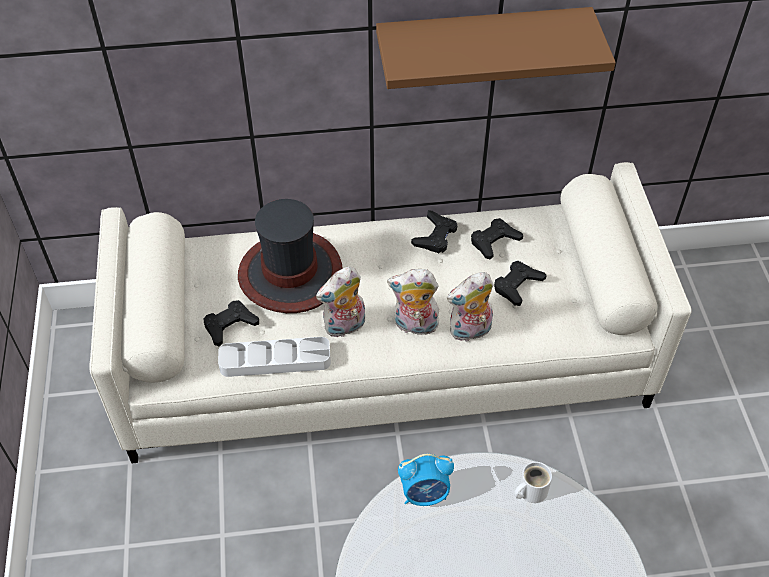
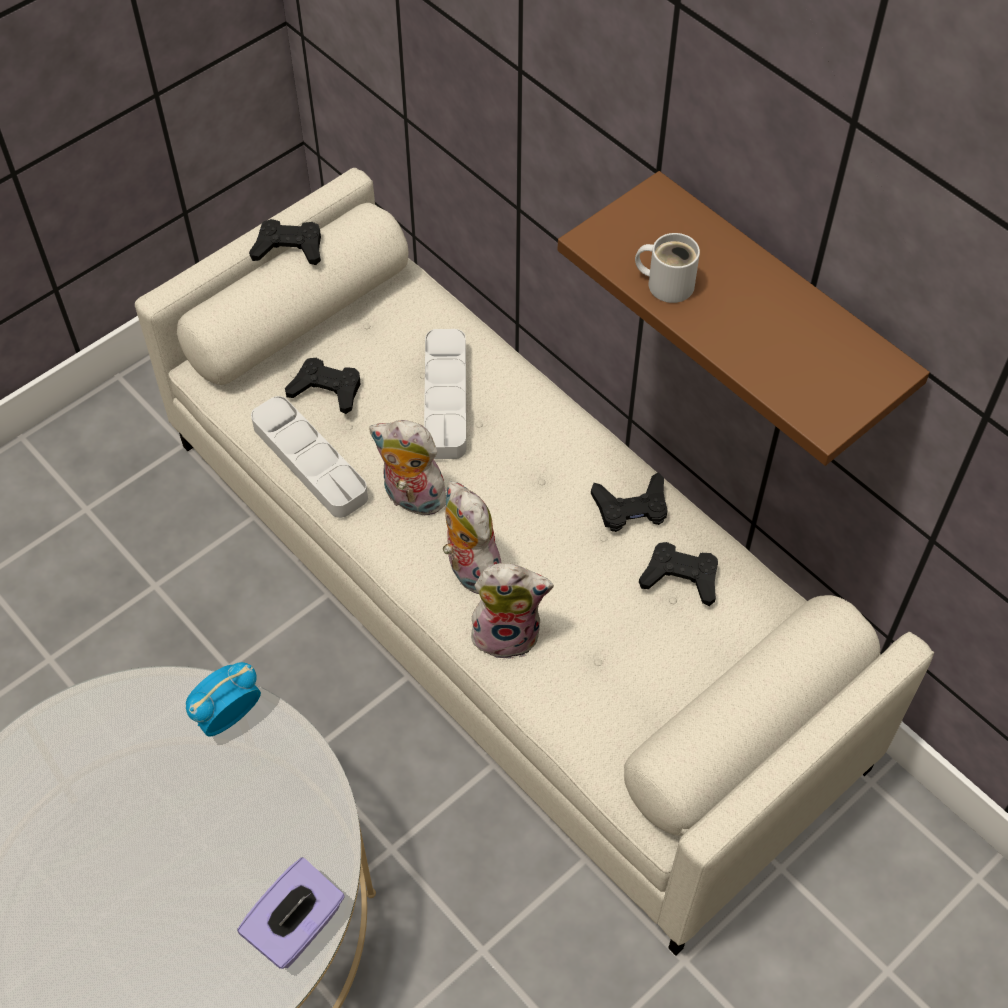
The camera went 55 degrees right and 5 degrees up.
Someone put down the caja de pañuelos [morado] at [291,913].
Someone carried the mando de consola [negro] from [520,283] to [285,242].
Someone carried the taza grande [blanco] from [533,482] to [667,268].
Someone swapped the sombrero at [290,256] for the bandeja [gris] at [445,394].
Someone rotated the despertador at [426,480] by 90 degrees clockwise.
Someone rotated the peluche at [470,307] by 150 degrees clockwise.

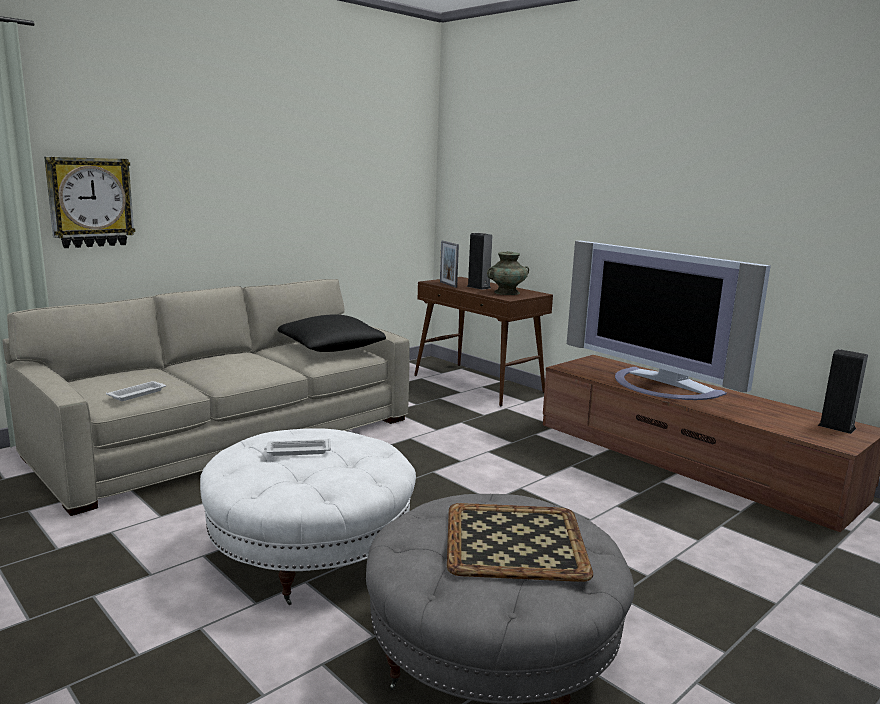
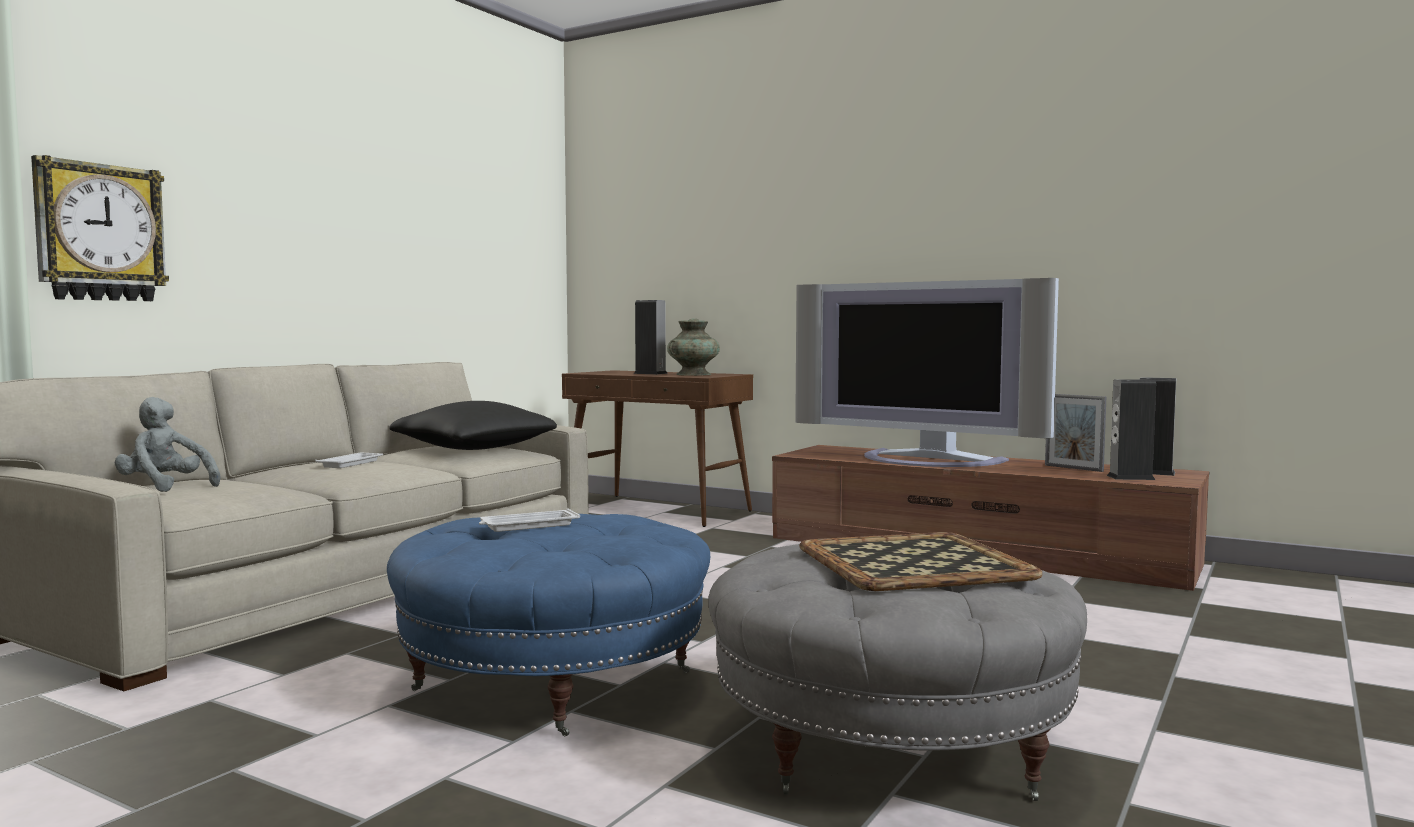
The camera went 15 degrees left and 10 degrees down.
Someone put down the peluche [gris] at [168,444].
Someone put down the altavoz at [1131,429].
Someone carried the bandeja [blanco] from [136,391] to [349,460].
Someone carried the portarretratos from [449,264] to [1075,433].
Someone repainted the puf [blanco] at [308,516], which became the puf [azul] at [548,625].

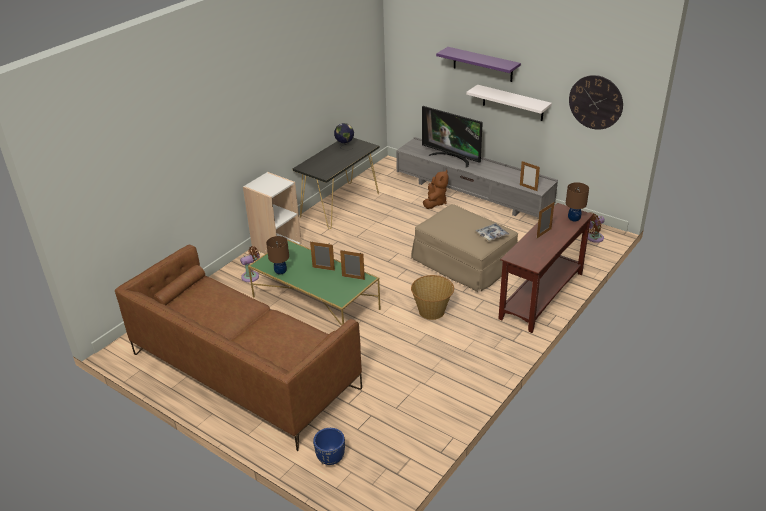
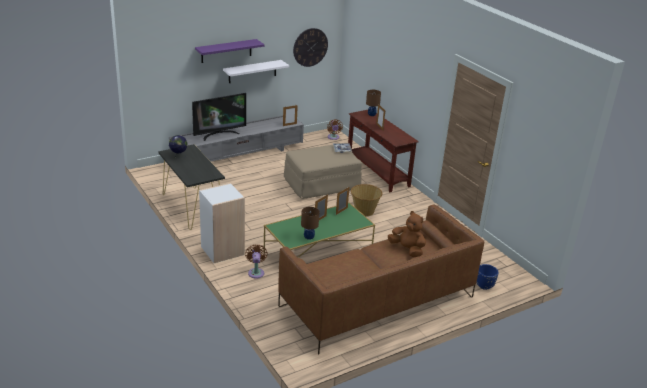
The camera went 70 degrees left and 5 degrees down.
Someone carried the peluche [marrón] from [435,189] to [407,234].

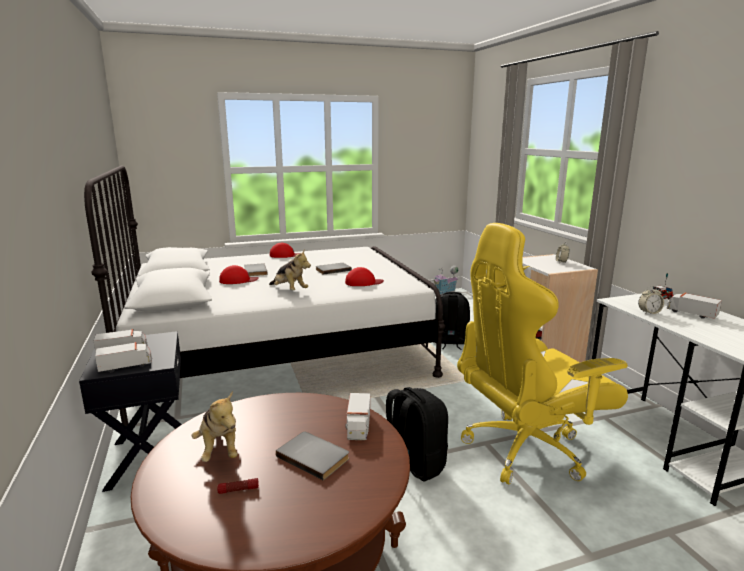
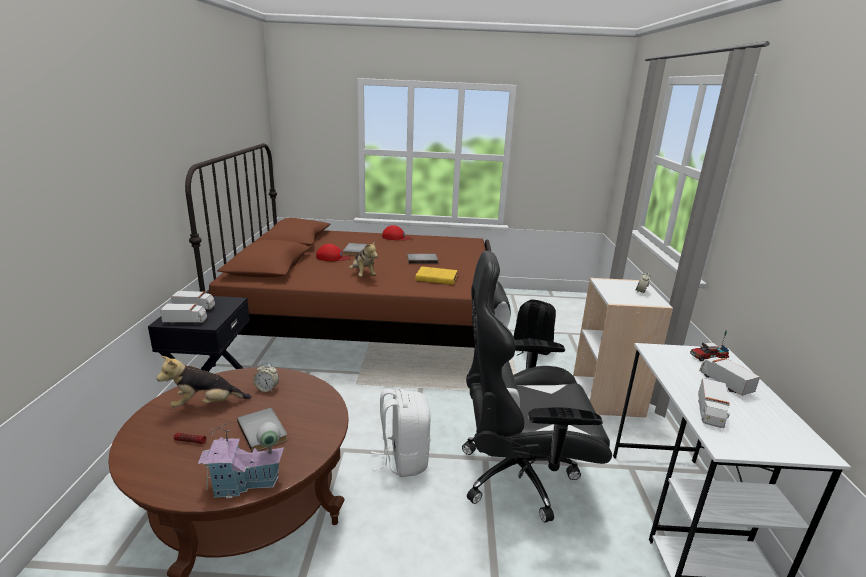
The camera went 20 degrees right and 5 degrees up.
Someone carried the camión de juguete from [357,416] to [714,403].
Someone carried the casita from [445,280] to [241,460].
Someone carried the despertador from [651,300] to [266,378].
Someone swapped the gorra [rojo] at [364,276] for the libro [amarillo] at [436,275].
Someone repainted the cama [blanco] at [264,295], which became the cama [marrón] at [341,255].
Someone repainted the mochila [negro] at [417,434], which became the mochila [blanco] at [401,432].
Someone repainted the silla de oficina [amarillo] at [542,353], which became the silla de oficina [negro] at [537,386].
Someone rotated the peluche at [215,426] by 75 degrees clockwise.

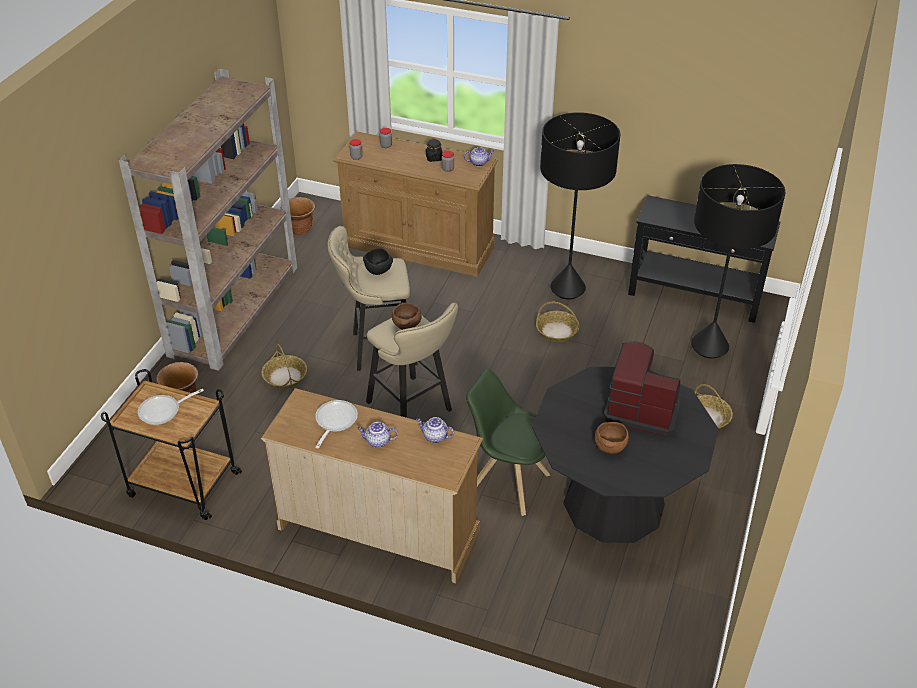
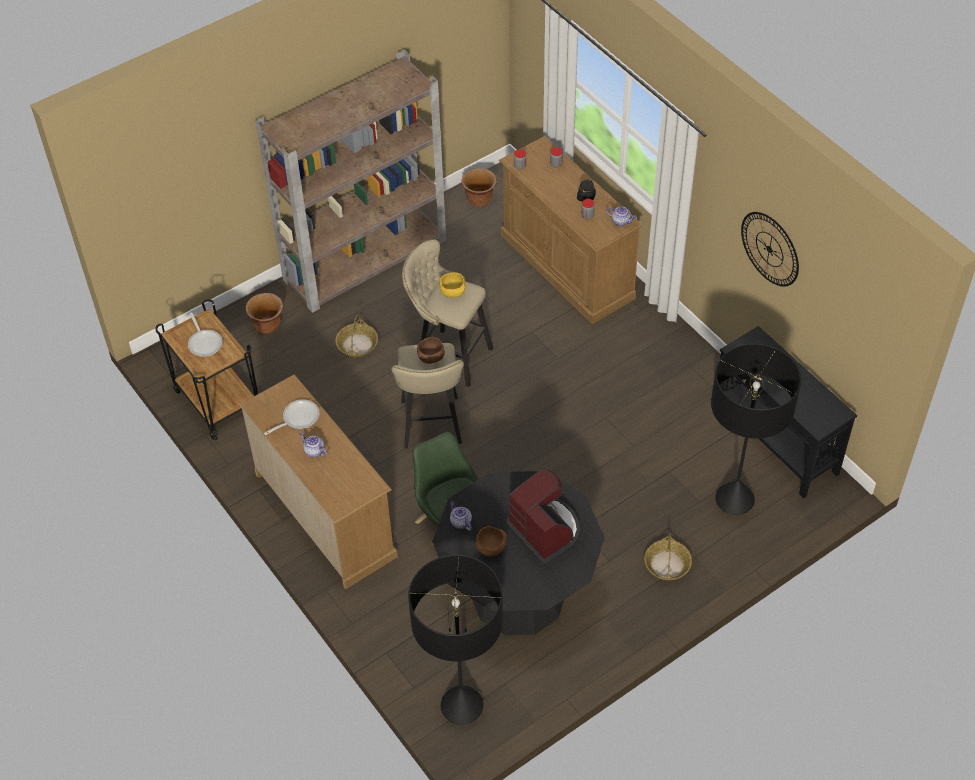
The camera went 35 degrees right and 10 degrees up.
Someone took away the cesta at [558,322].
Someone put up the reloj de pared at [770,249].
Someone carried the tetera from [435,430] to [461,516].
Someone carried the lámpara de pie [negro] from [580,206] to [455,640].
Someone repainted the cuenco [negro] at [378,261], which became the cuenco [amarillo] at [452,285].
Someone rotated the sartén at [171,407] by 120 degrees counterclockwise.

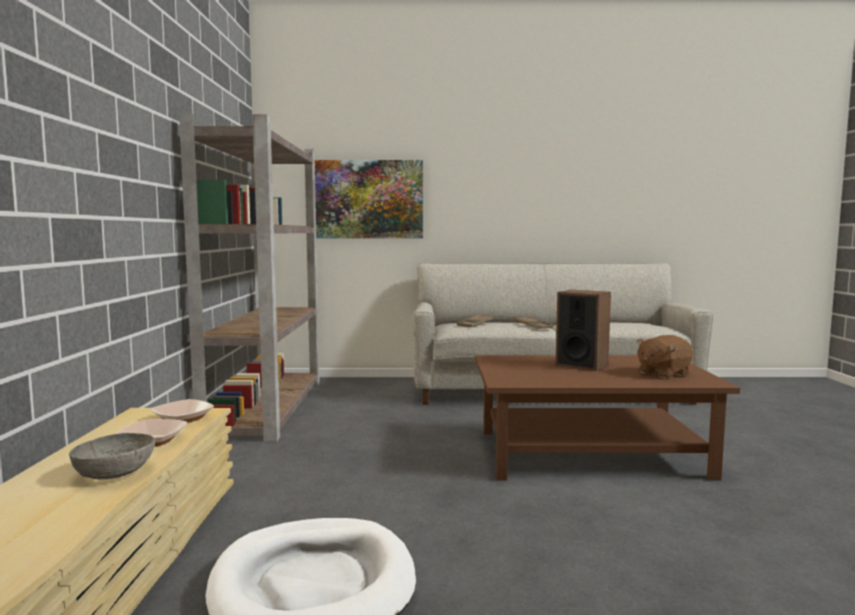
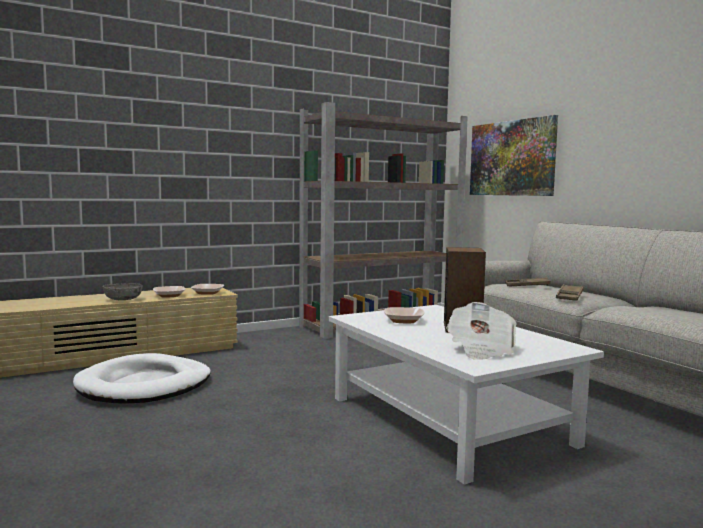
The camera went 60 degrees right and 0 degrees up.
Someone put down the cuenco at [404,315].
Someone swapped the peluche [marrón] at [665,357] for the periódico at [481,331].
Someone repainted the mesa de centro [marrón] at [607,418], which became the mesa de centro [blanco] at [466,395].

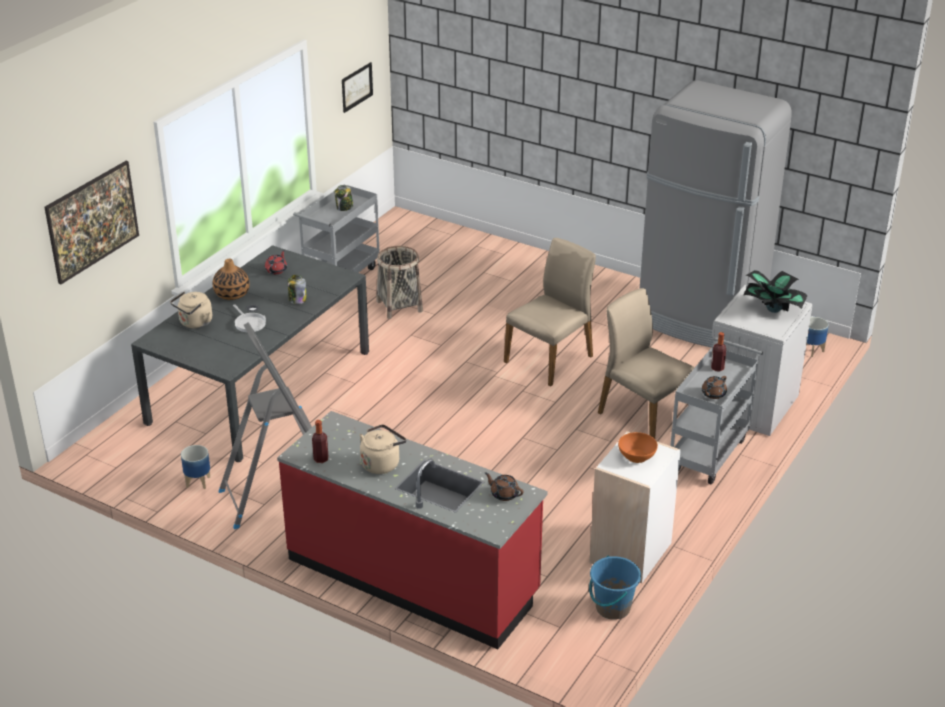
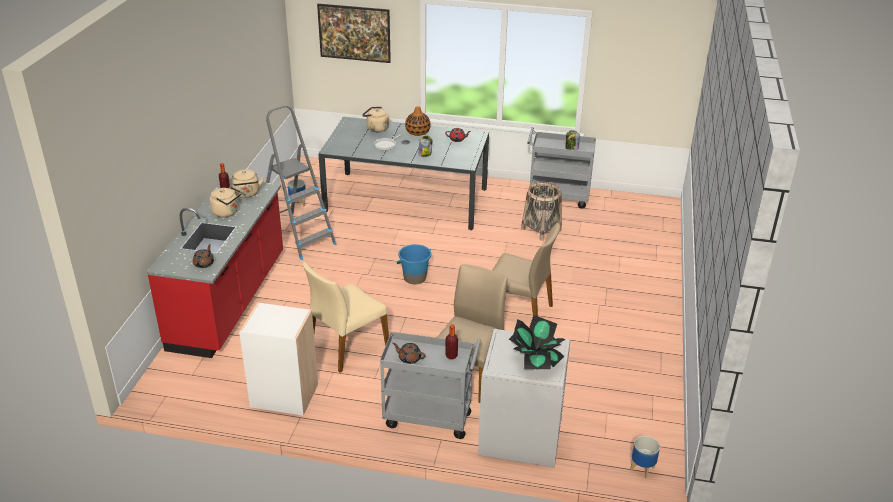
The camera went 70 degrees right and 0 degrees up.
Someone took away the cuadro at [357,87].
Someone took away the cuenco [naranja] at [638,447].
Someone took away the nevera [gris] at [716,214].
Someone put down the hervidor [beis] at [248,183].
Someone put down the silla [beis] at [346,317].
Someone carried the cubo [azul] from [615,587] to [413,264].

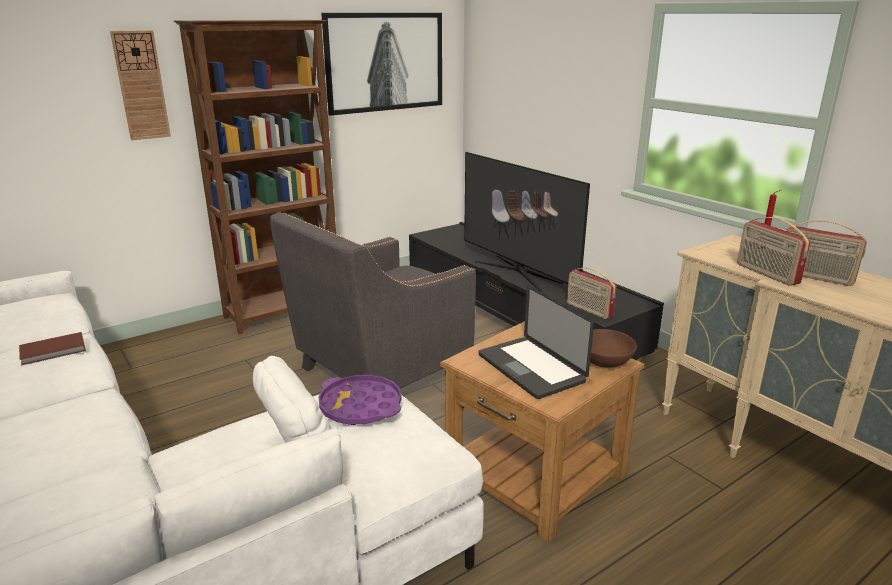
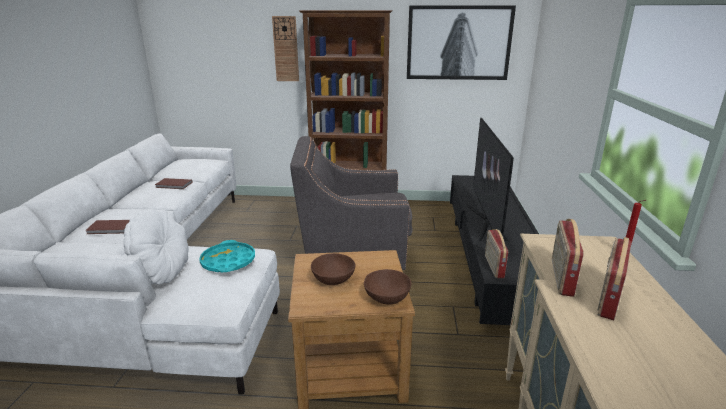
The camera went 40 degrees right and 0 degrees up.
Someone put down the libro [marrón] at [107,227].
Someone swapped the portátil at [536,342] for the cuenco [marrón] at [333,269].
Someone repainted the bandeja [morado] at [360,400], which became the bandeja [turquesa] at [227,256].
Someone rotated the radio at [827,253] by 45 degrees clockwise.

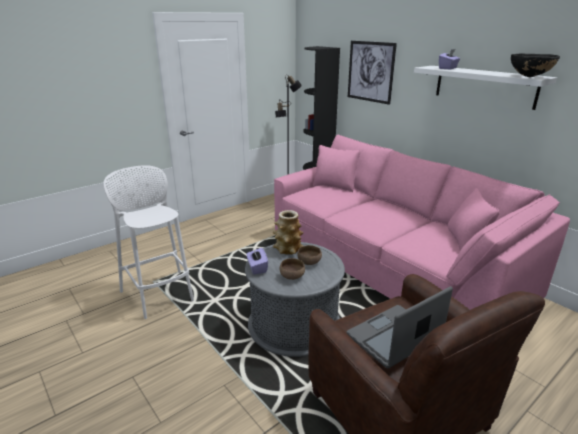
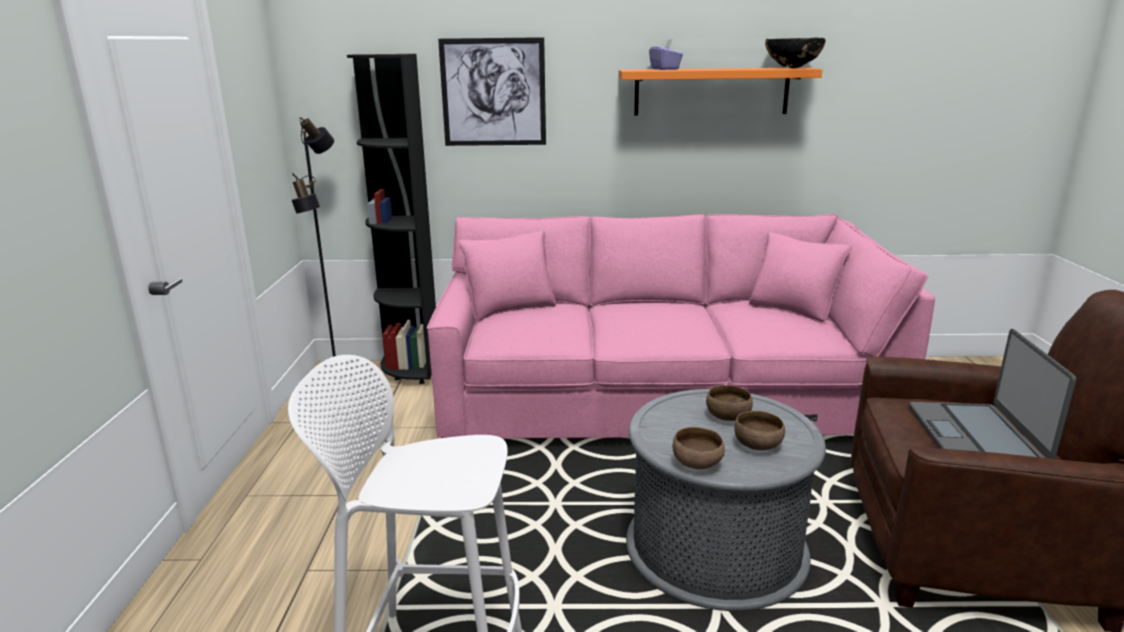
The camera went 50 degrees left and 5 degrees down.
Someone took away the florero at [288,232].
Someone swapped the caja de pañuelos [morado] at [257,261] for the cuenco [marrón] at [699,448].
Someone repainted the estante [blanco] at [485,88], which became the estante [naranja] at [720,91].

